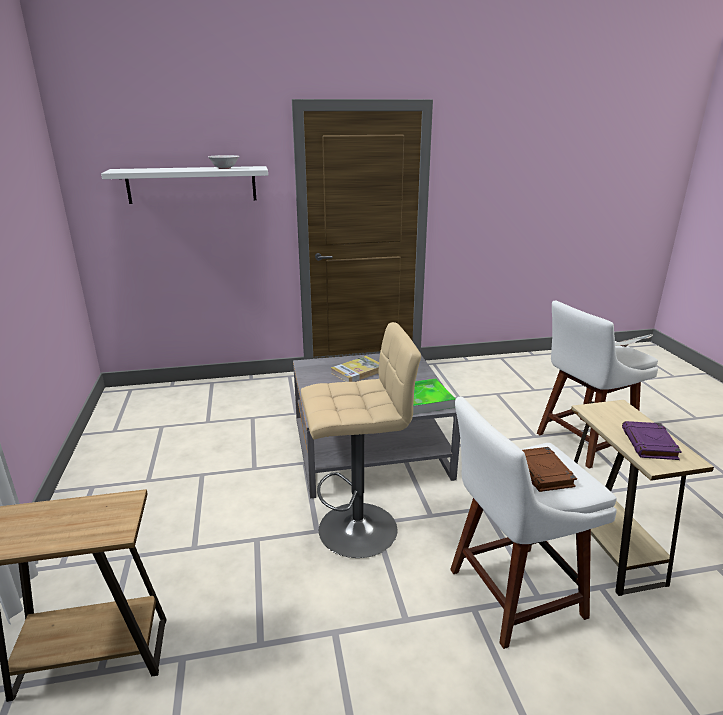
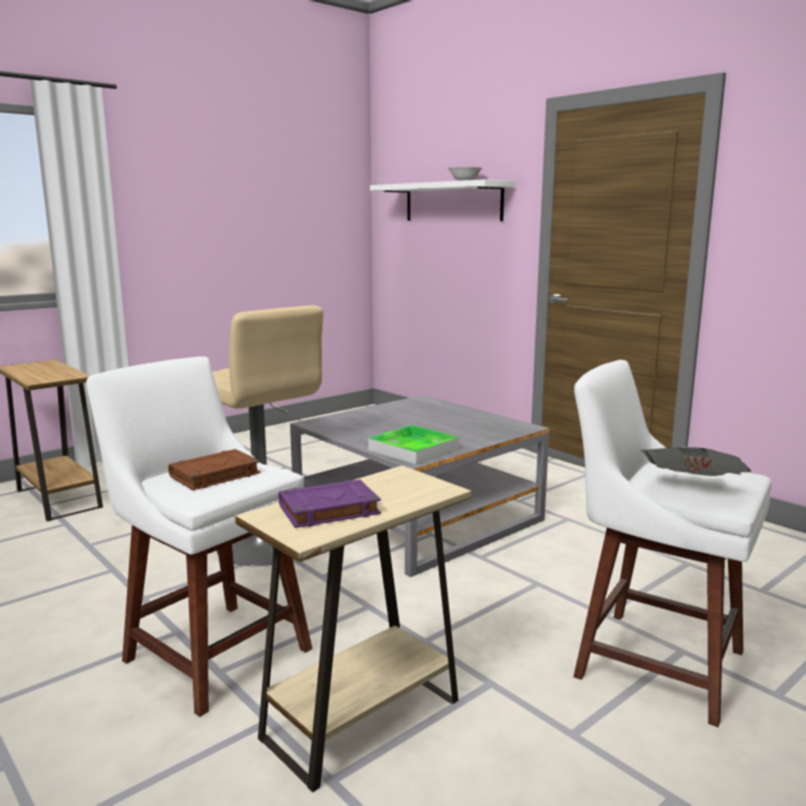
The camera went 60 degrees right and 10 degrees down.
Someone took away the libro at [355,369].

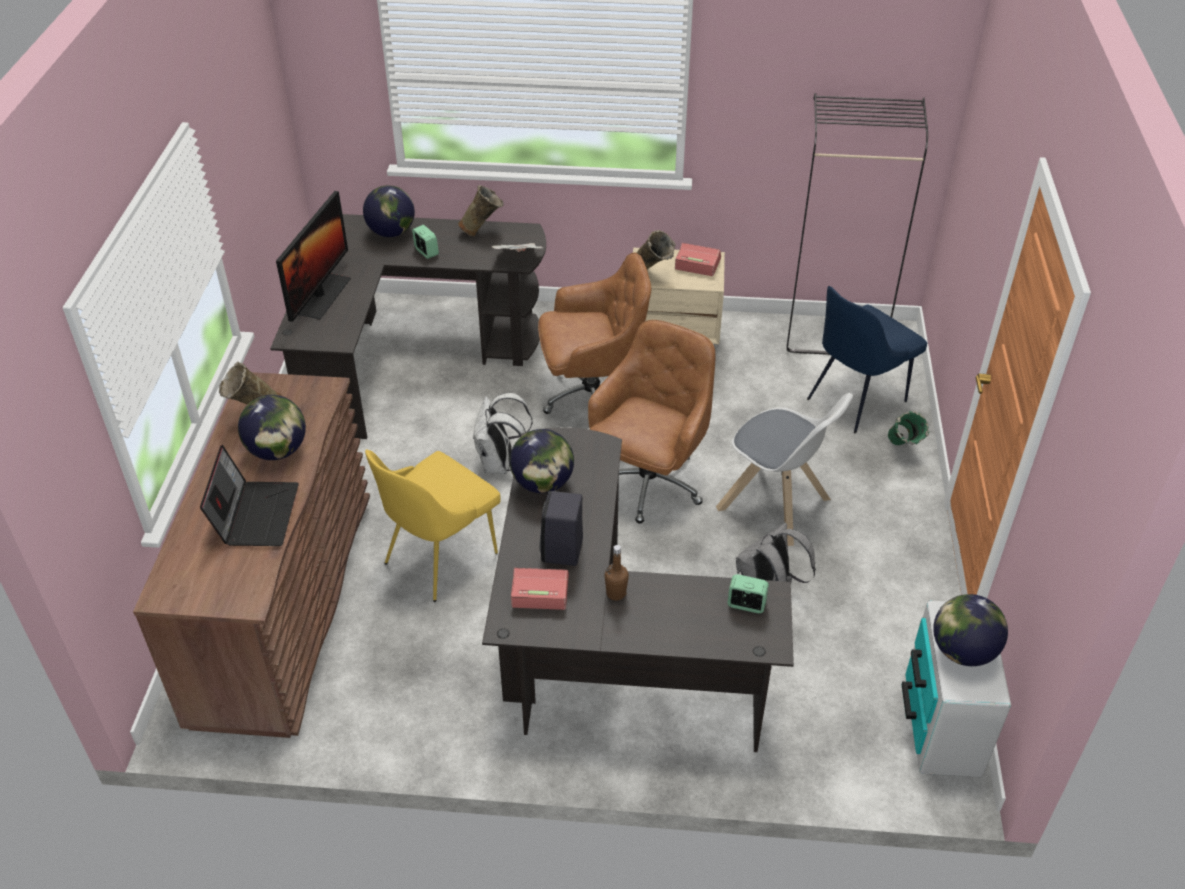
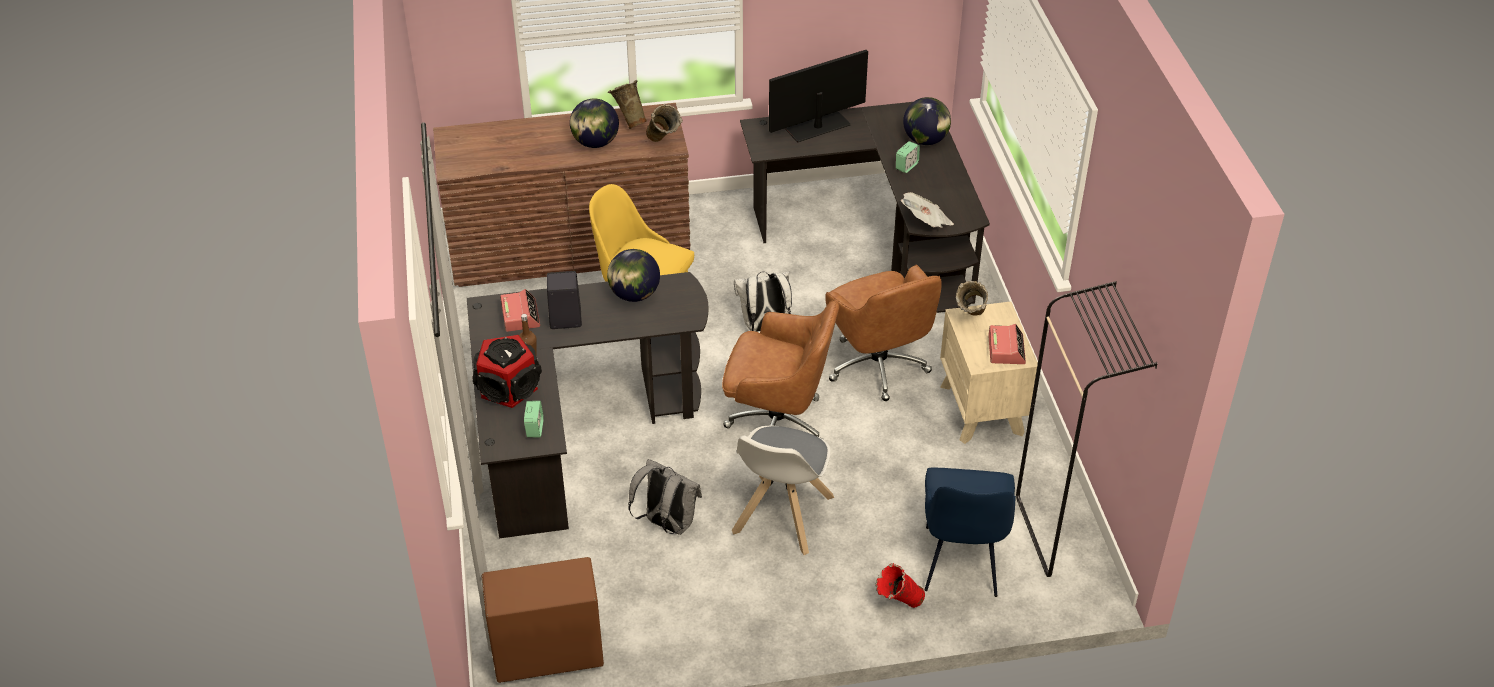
The camera went 75 degrees right and 0 degrees up.
Someone took away the portátil at [249,495].
Someone took away the globo terráqueo at [970,630].
Someone put down the altavoz at [507,371].
Someone carried the florero [beis] from [481,210] to [664,123].
Someone repainted the florero [verde] at [908,428], which became the florero [rojo] at [900,585].
Someone repainted the mesita de noche [blanco] at [956,689], which became the mesita de noche [marrón] at [543,620].
Someone rotated the monitor at [313,256] by 150 degrees clockwise.
Someone rotated the silla [azul] at [867,359] by 120 degrees counterclockwise.

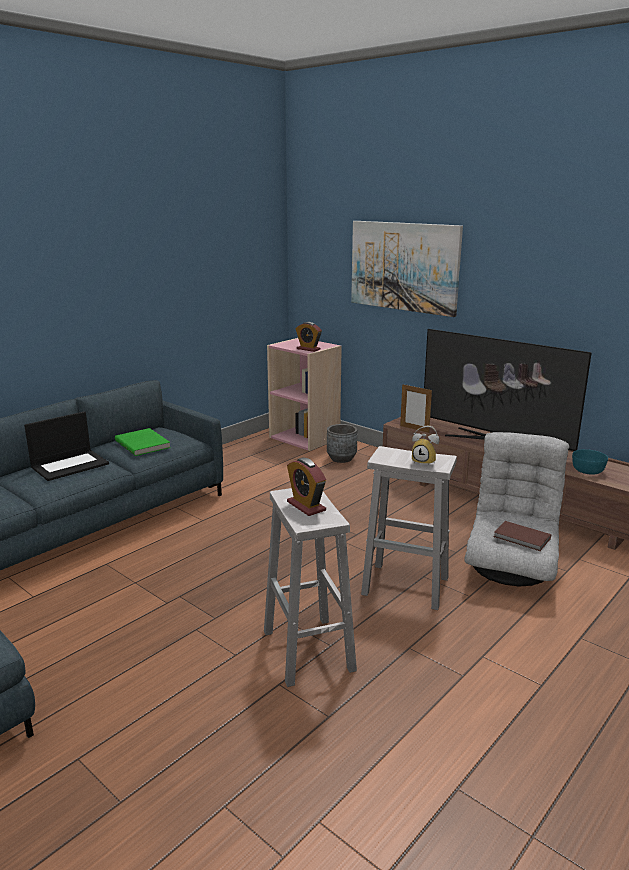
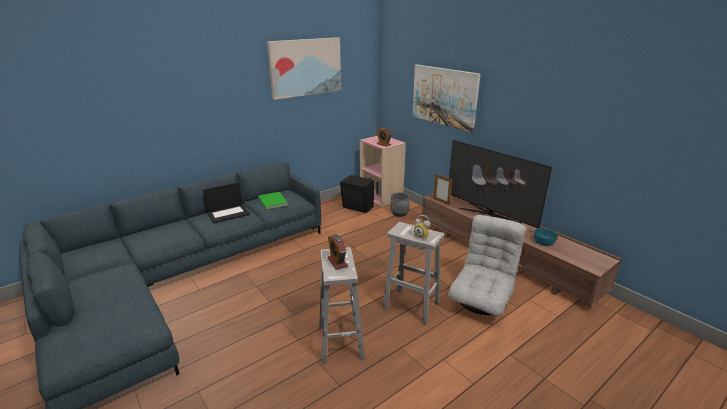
The camera went 10 degrees right and 5 degrees up.
Someone took away the libro [marrón] at [522,536].
Someone put up the cuadro at [304,68].
Someone put down the altavoz [negro] at [357,193].

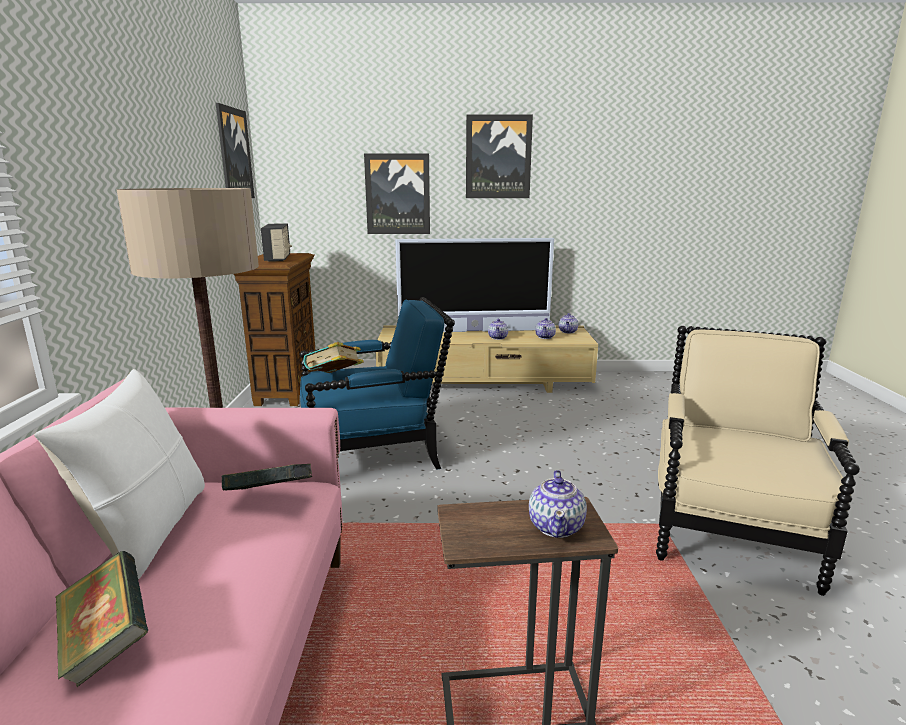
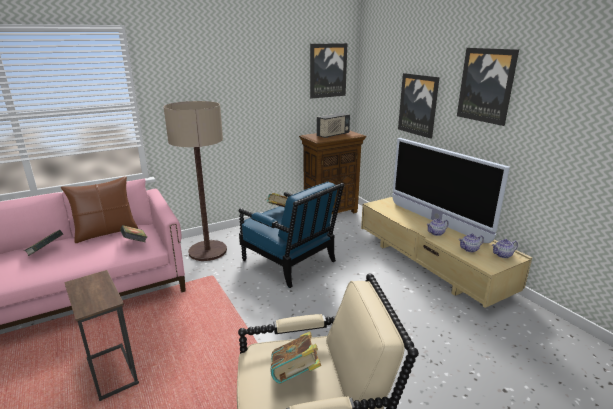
The camera went 60 degrees right and 5 degrees up.
Someone took away the tetera at [558,504].
Someone put down the libro at [295,357].
Someone repainted the cojín [blanco] at [119,474], which became the cojín [marrón] at [99,209].

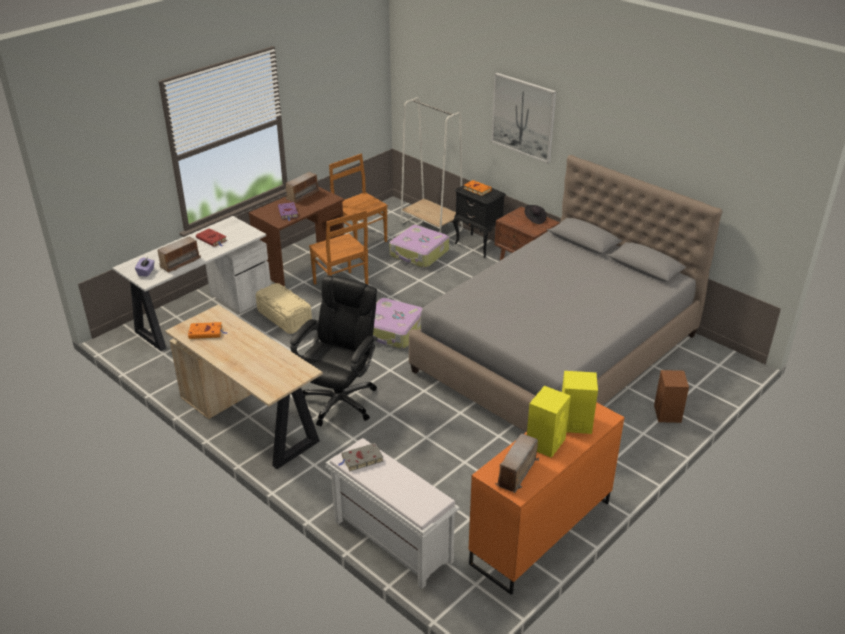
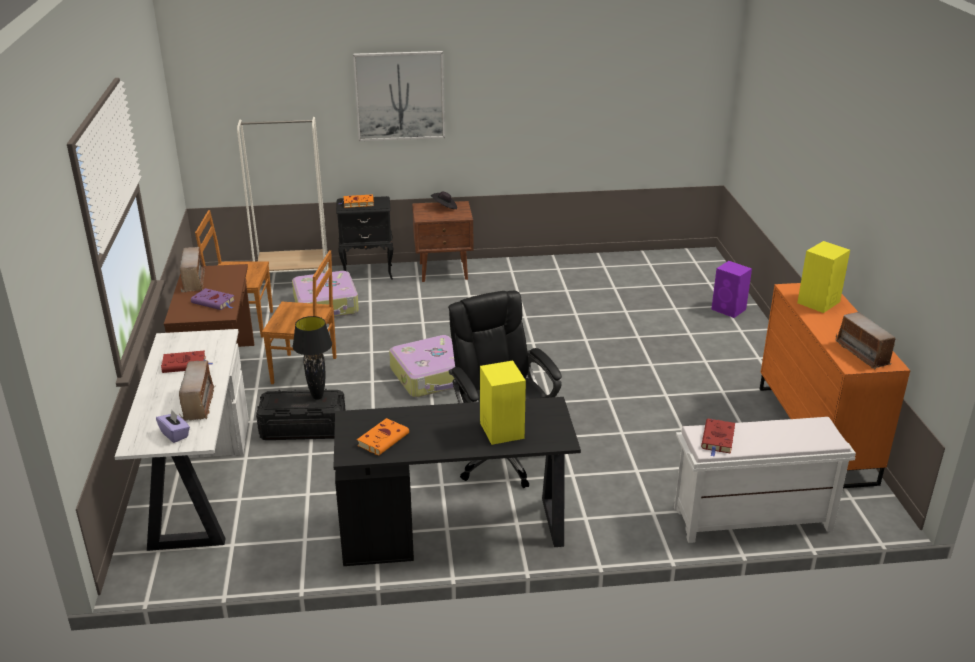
The camera went 50 degrees left and 5 degrees down.
Someone took away the cama [gris] at [565,293].
Someone put down the lámpara de mesa [negro] at [312,358].
Someone carried the altavoz [amarillo] from [549,422] to [503,402].
Someone repainted the escritorio [beis] at [244,387], which became the escritorio [negro] at [457,481].
Someone repainted the caja de almacenaje [beis] at [284,308], which became the caja de almacenaje [negro] at [300,414].
Someone repainted the libro [gris] at [361,457], which became the libro [rojo] at [718,438].
Someone repainted the altavoz [marrón] at [671,396], which became the altavoz [morado] at [731,289].

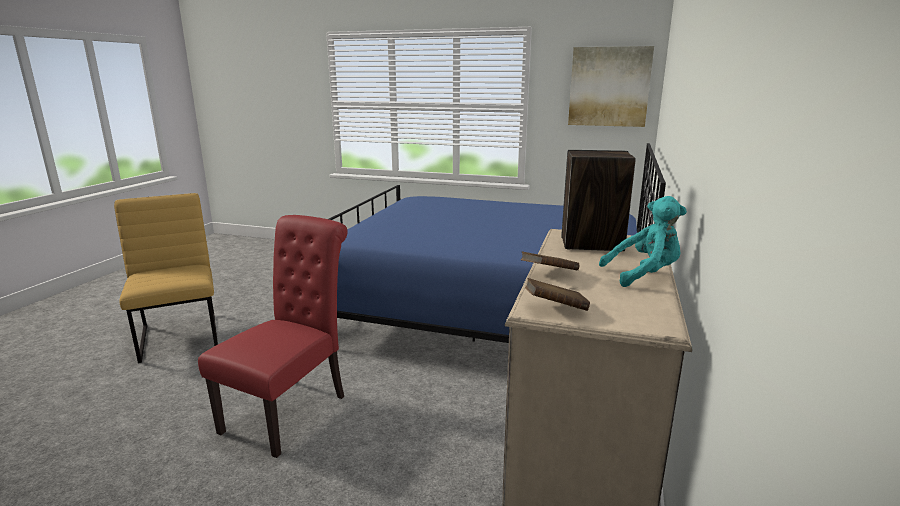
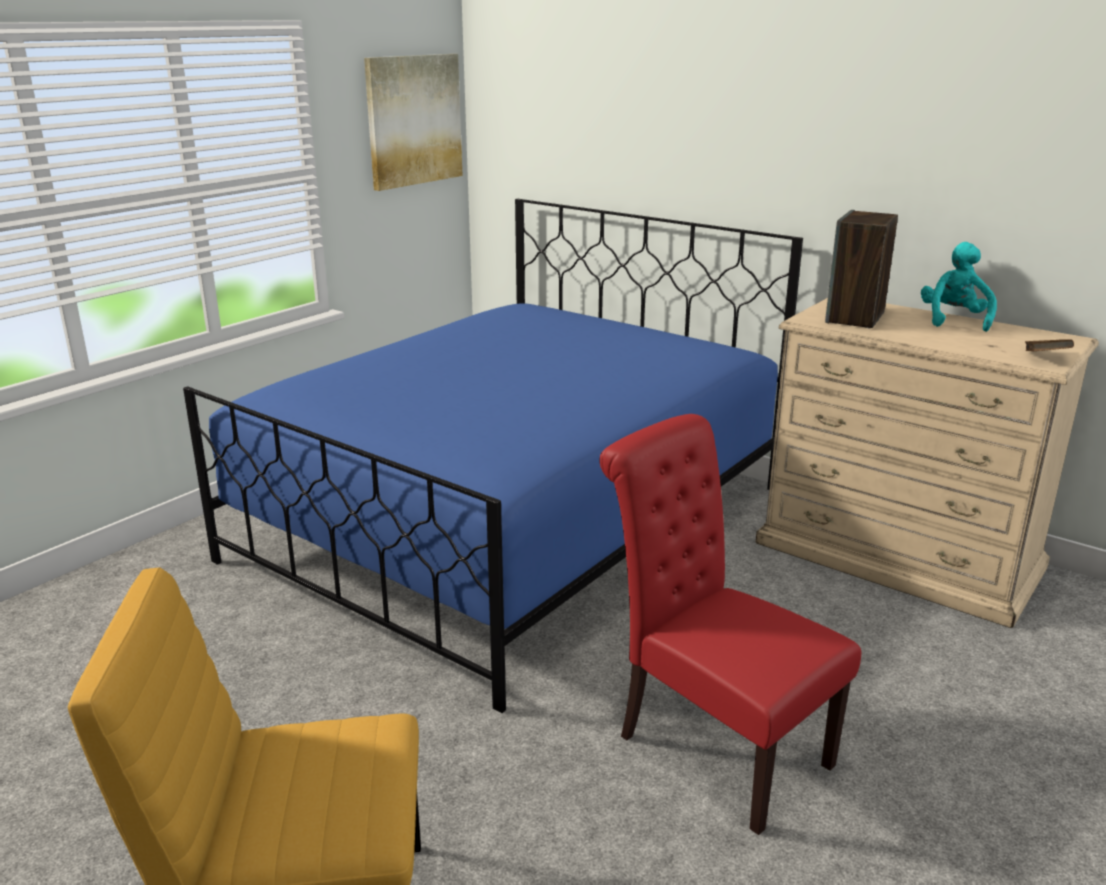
The camera went 70 degrees left and 5 degrees up.
Someone took away the libro [marrón] at [550,260].

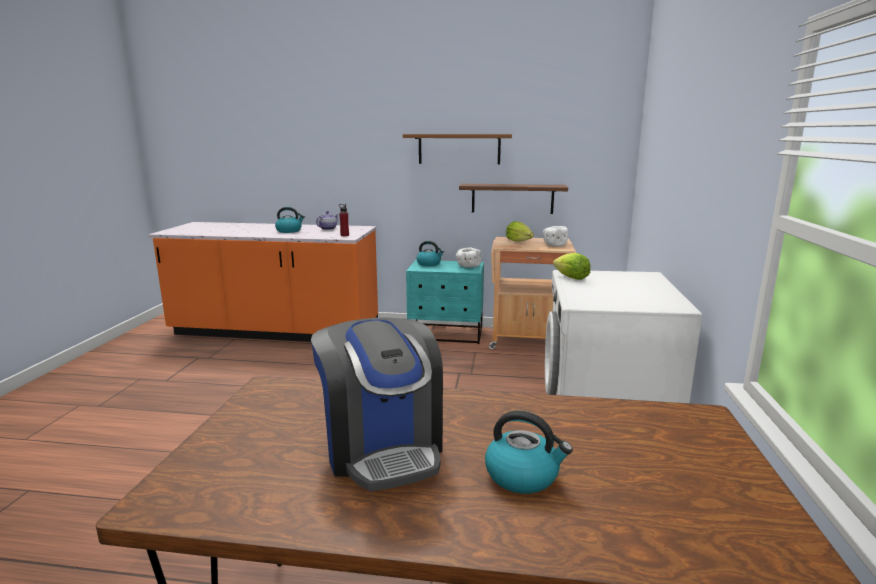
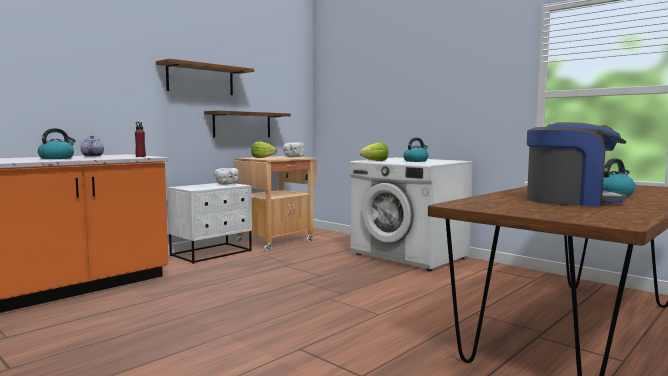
The camera went 55 degrees left and 10 degrees down.
Someone carried the hervidor from [430,253] to [415,150].
Someone repainted the mesita de noche [turquesa] at [445,302], which became the mesita de noche [blanco] at [209,223].

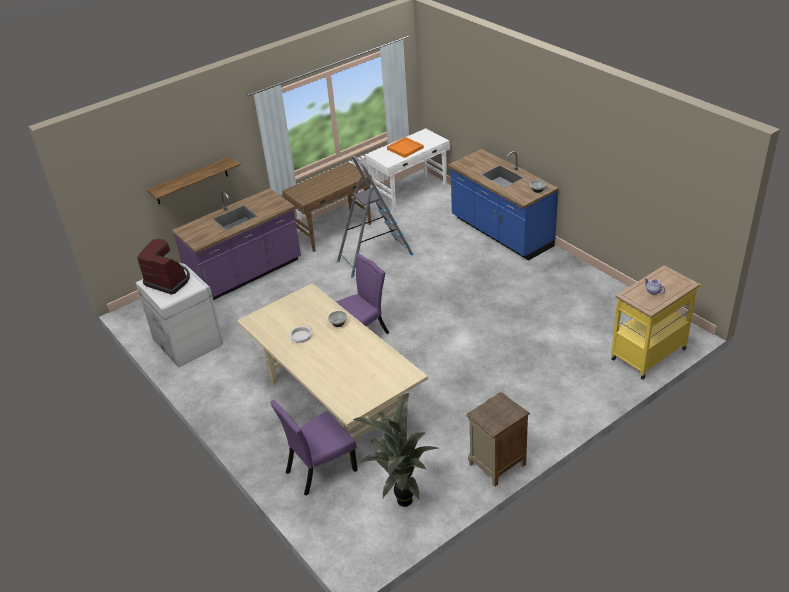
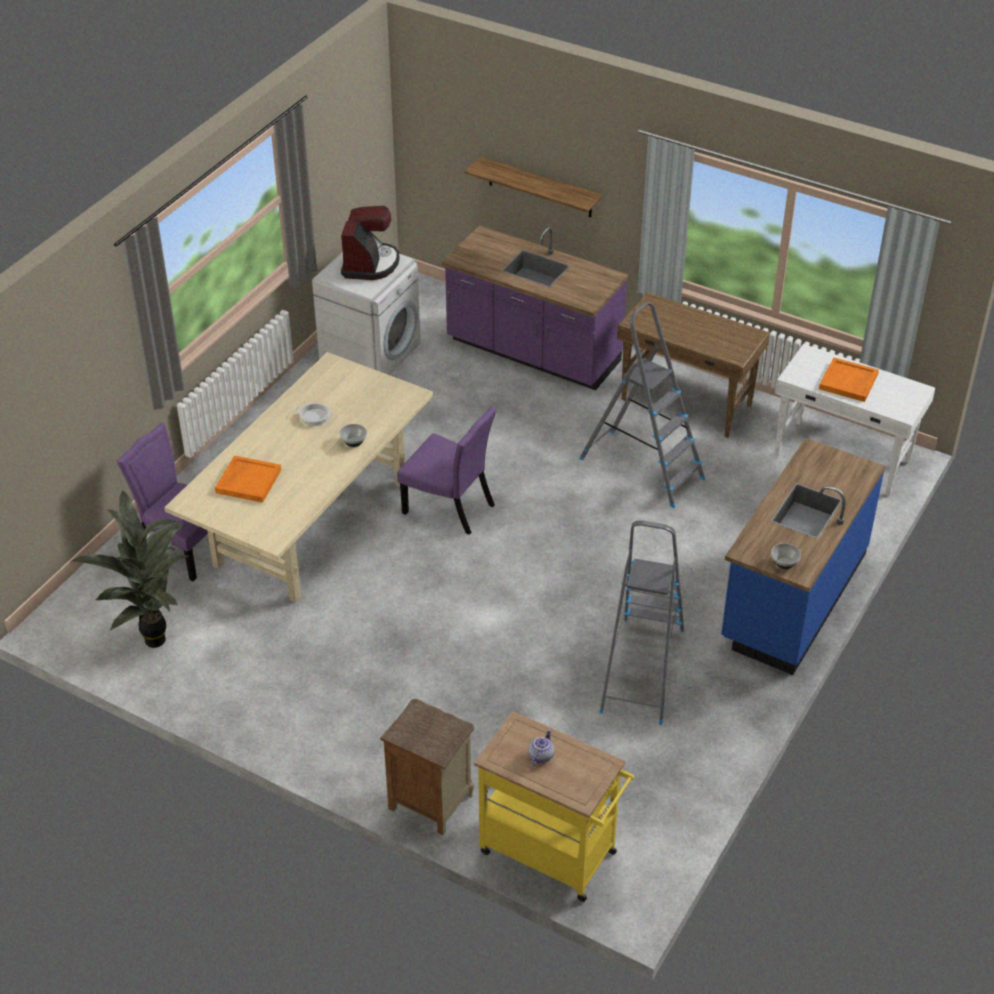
The camera went 65 degrees right and 5 degrees up.
Someone put down the bandeja [naranja] at [248,479].
Someone put down the escalera de tijera [gris] at [642,622].
Someone carried the mesita de noche [beis] from [498,439] to [427,767].

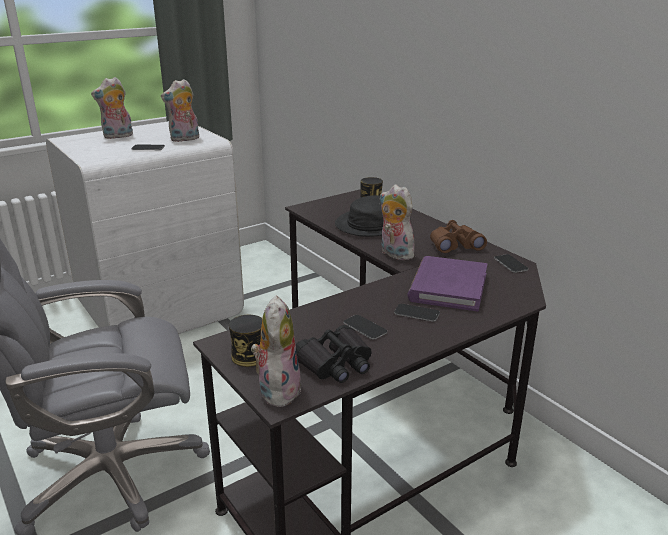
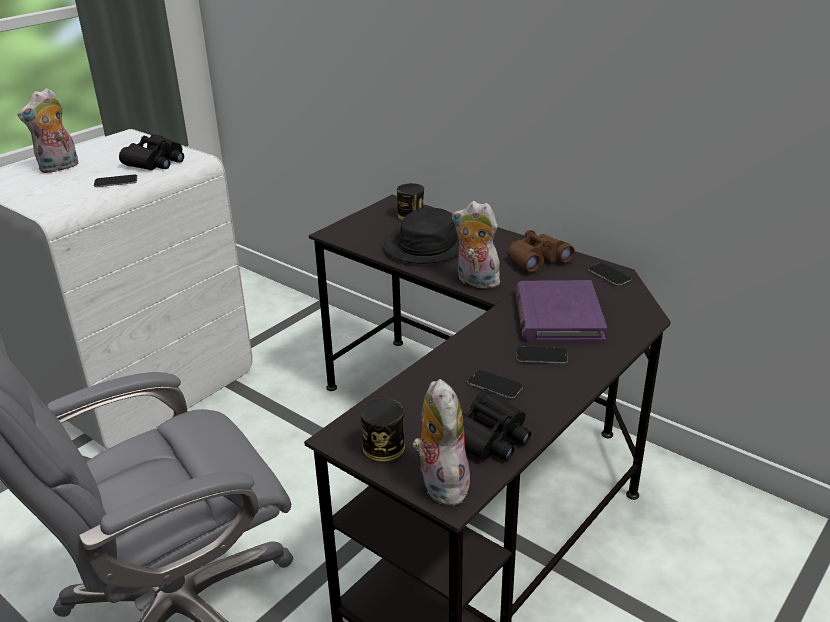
The camera went 15 degrees left and 5 degrees up.
Someone swapped the peluche at [180,110] for the prismáticos [negro] at [151,152].

